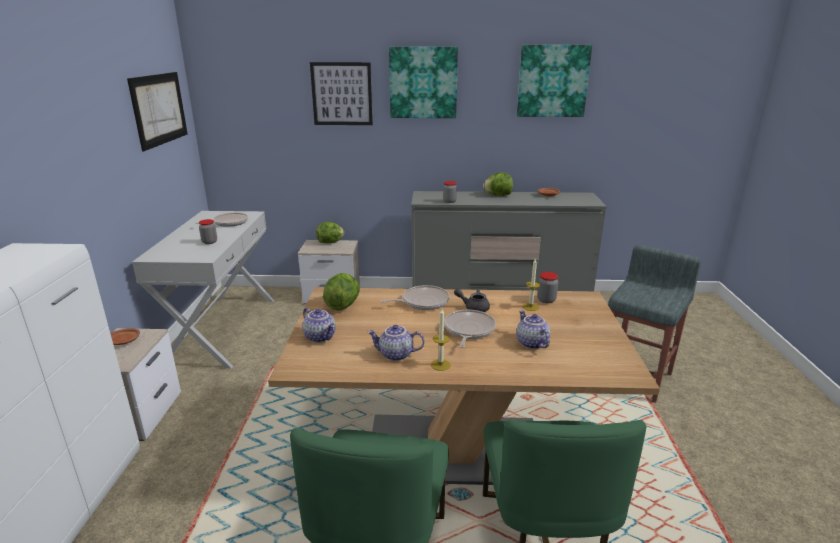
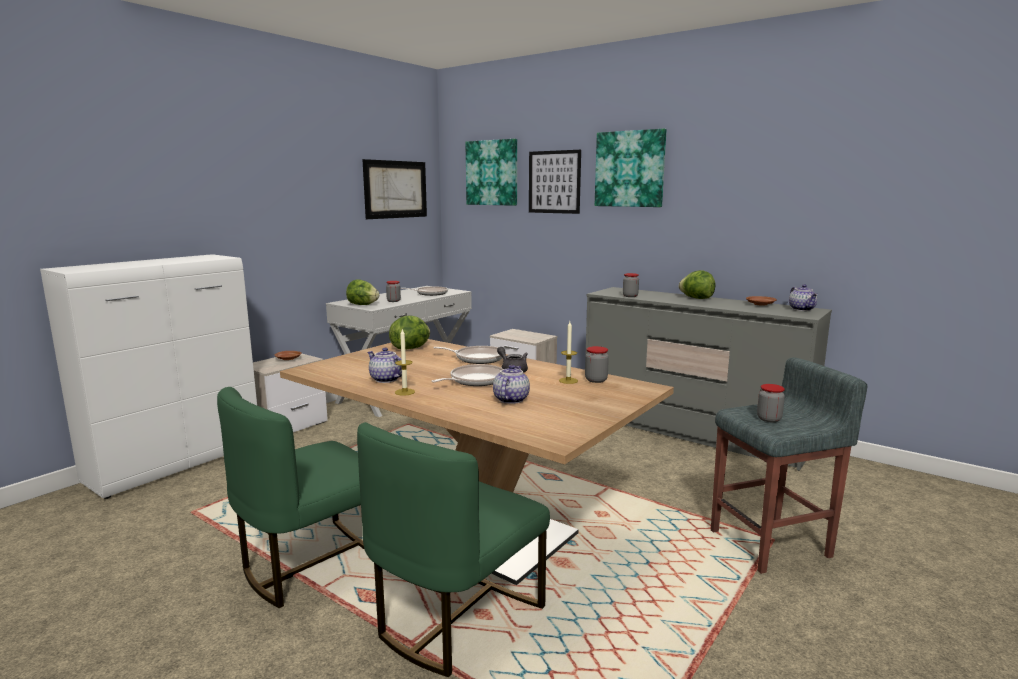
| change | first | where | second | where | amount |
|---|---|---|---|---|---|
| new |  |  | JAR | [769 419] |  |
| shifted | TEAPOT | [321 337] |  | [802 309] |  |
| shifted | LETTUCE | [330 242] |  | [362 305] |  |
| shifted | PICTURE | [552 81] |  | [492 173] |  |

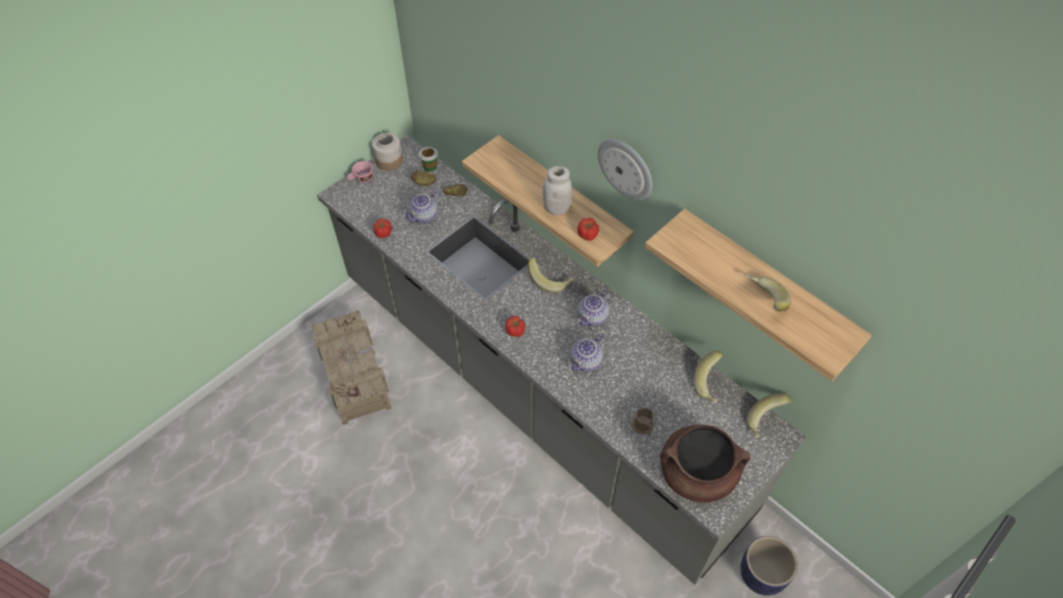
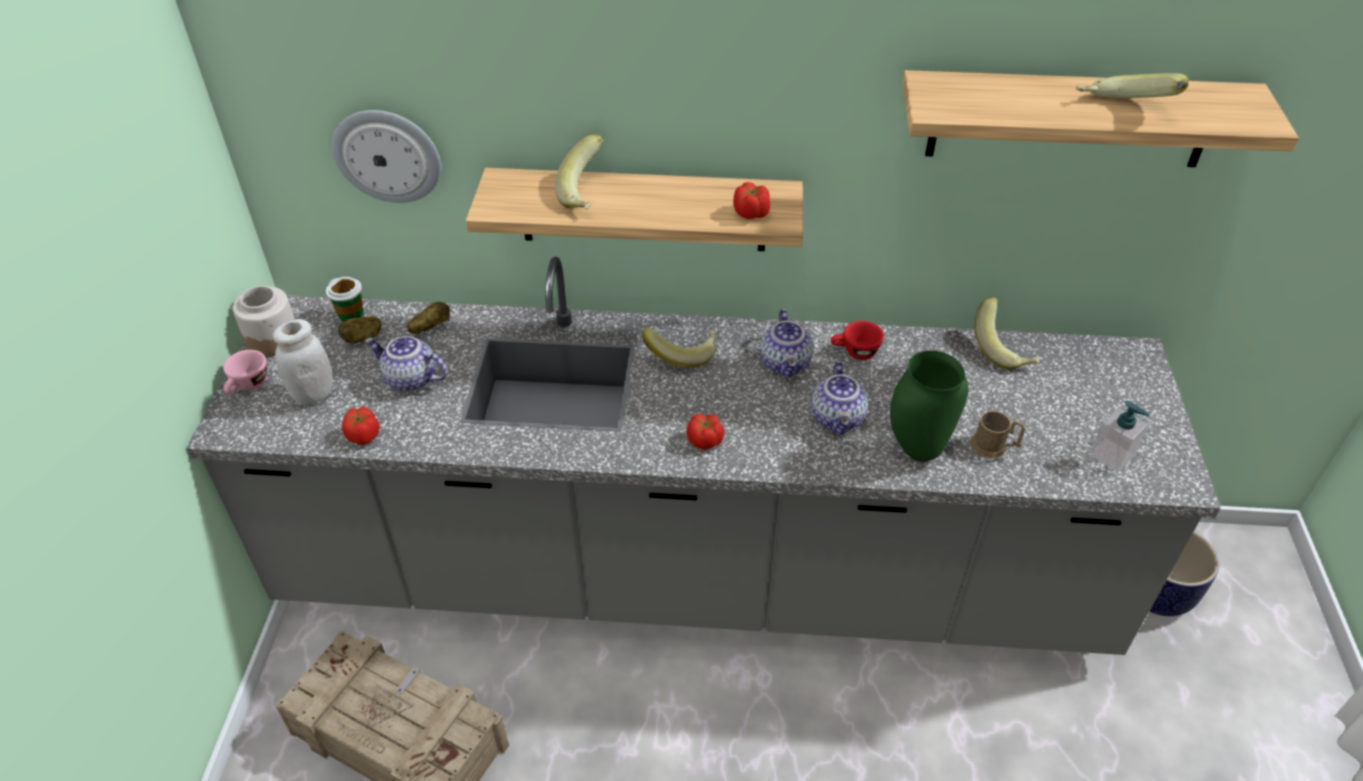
| change | first | where | second | where | amount |
|---|---|---|---|---|---|
| new |  |  | RED CUP | [855 352] |  |
| new |  |  | GREEN VASE | [917 451] |  |
| shifted | WHITE JAR | [556 208] |  | [313 394] |  |
| shifted | WALL CLOCK | [626 168] |  | [387 155] |  |
| shifted | BANANA | [766 421] |  | [587 193] |  |
| swapped | BROWN COOKING POT | [697 474] | SOAP DISPENSER | [1112 455] |  |
| rotated | TEAPOT | [424 217] |  | [410 379] | 105 degrees clockwise |

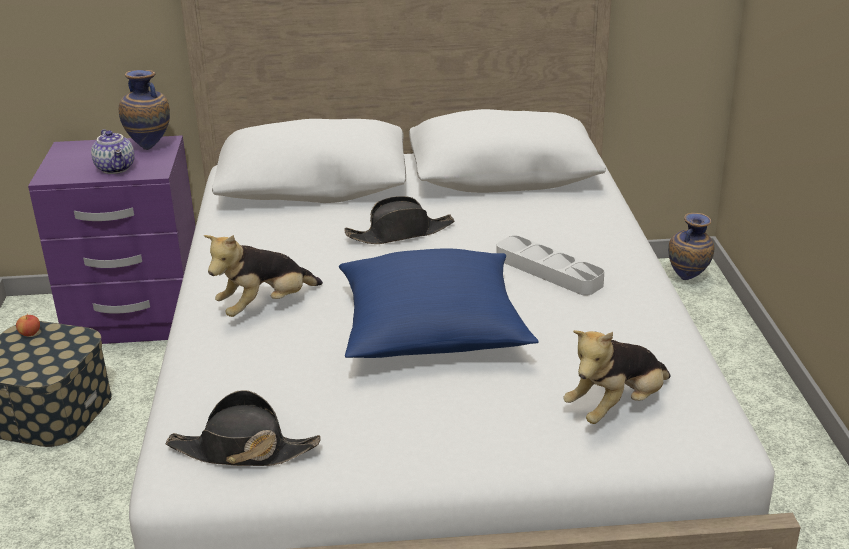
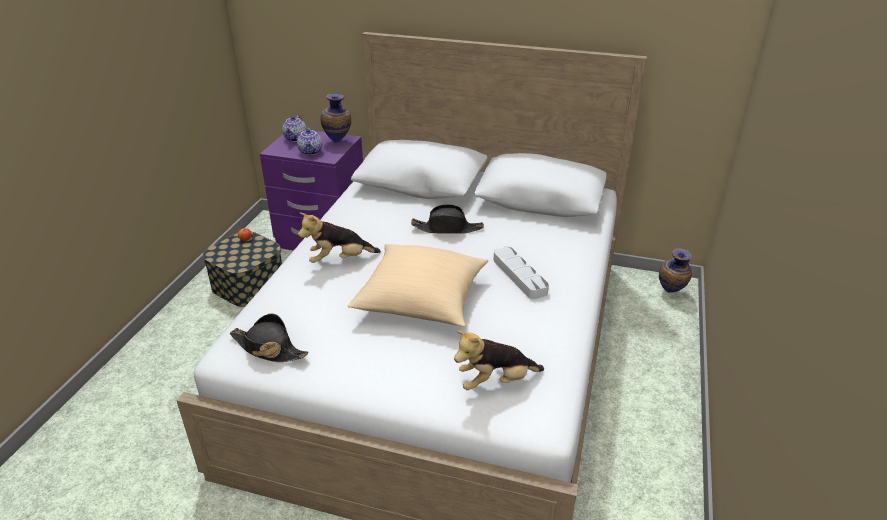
| change | first | where | second | where | amount |
|---|---|---|---|---|---|
| new |  |  | TEAPOT | [296 138] |  |
| repainted | BLUE PILLOW | [432 330] | BEIGE PILLOW | [421 299] |  |

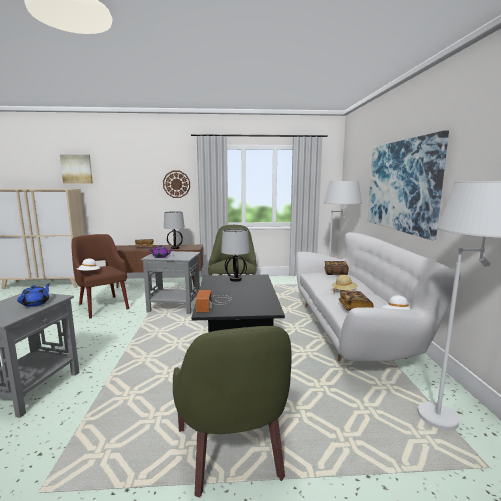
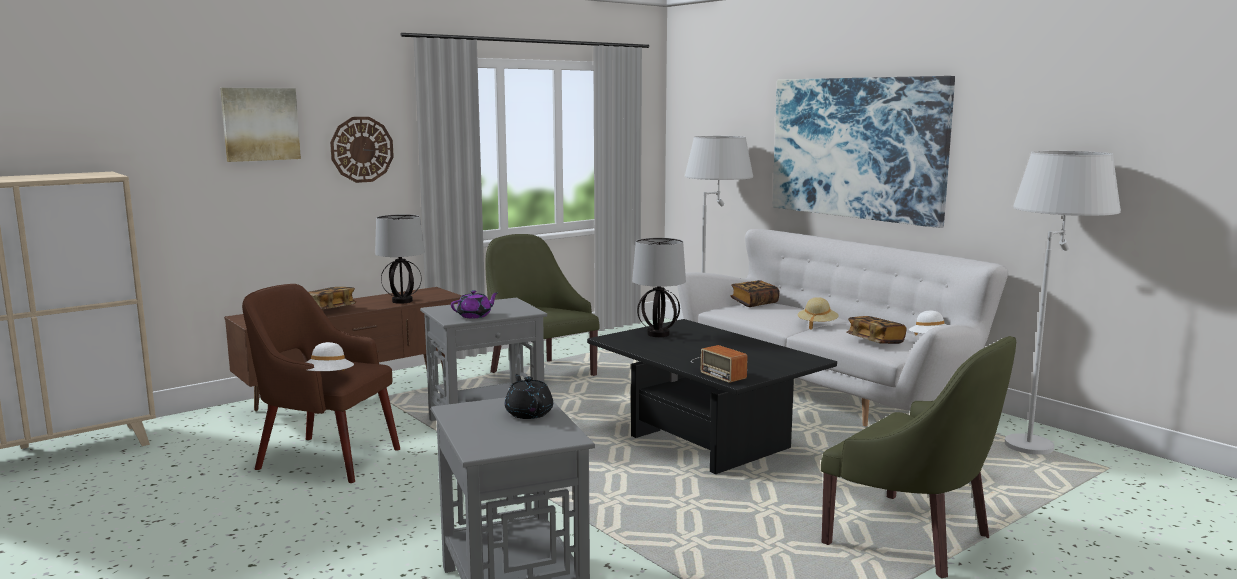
| change | first | where | second | where | amount |
|---|---|---|---|---|---|
| shifted | PICTURE | [77 169] |  | [260 124] |  |
| repainted | BLUE TEAPOT | [36 303] | BLACK TEAPOT | [529 413] |  |

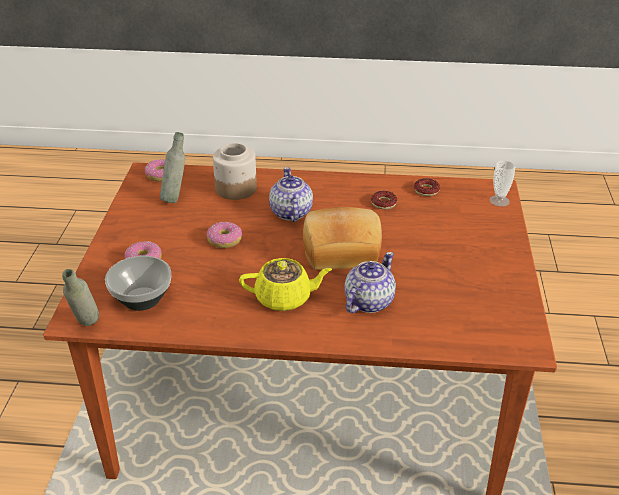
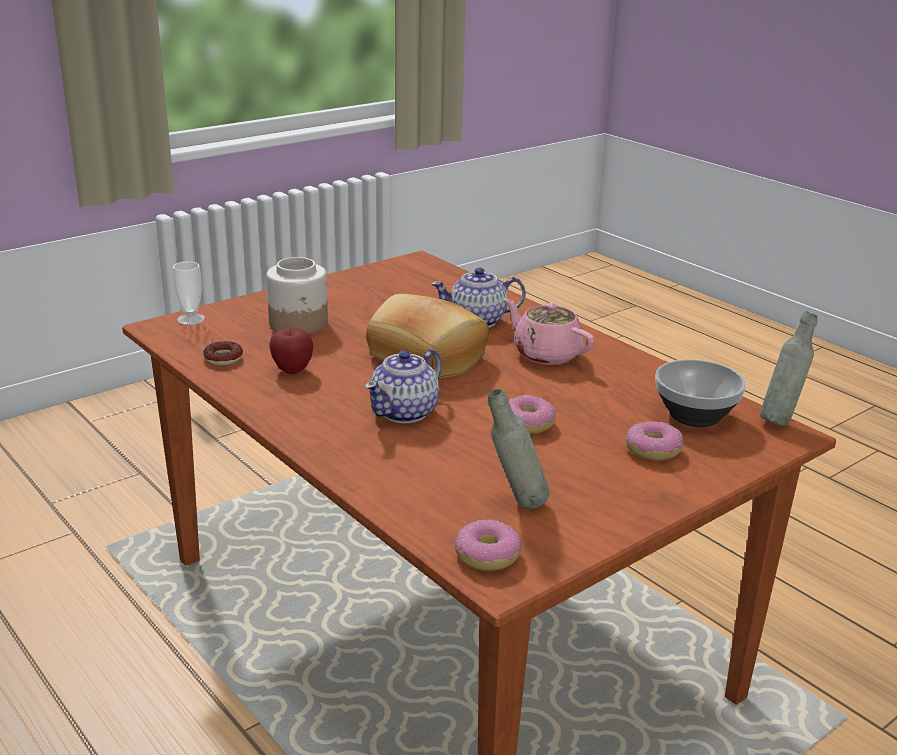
| change | first | where | second | where | amount |
|---|---|---|---|---|---|
| shifted | JAR | [235 189] |  | [299 323] |  |
| swapped | DONUT | [384 203] | APPLE | [292 370] |  |
| repainted | YELLOW TEAPOT | [284 298] | PINK TEAPOT | [546 354] |  |

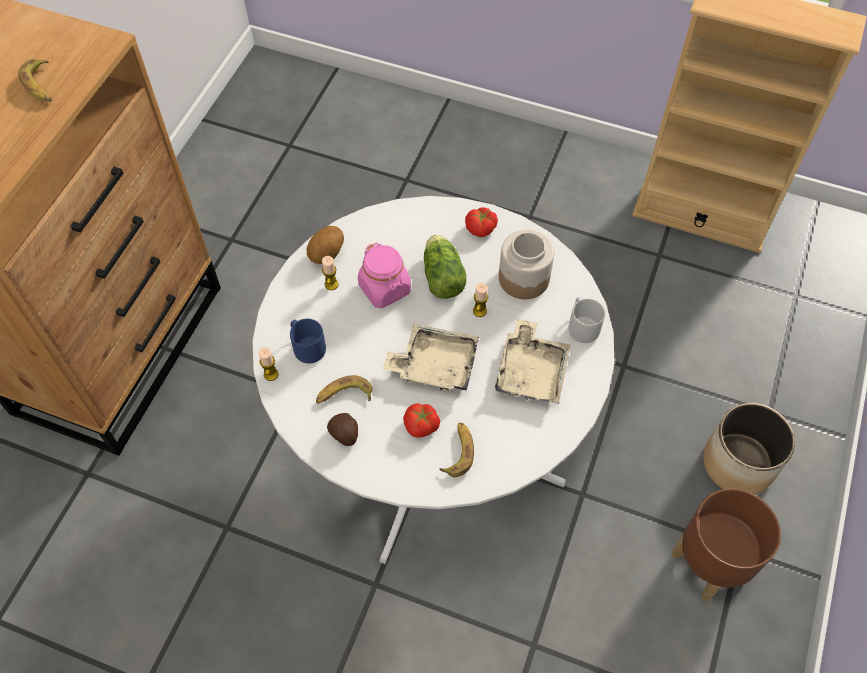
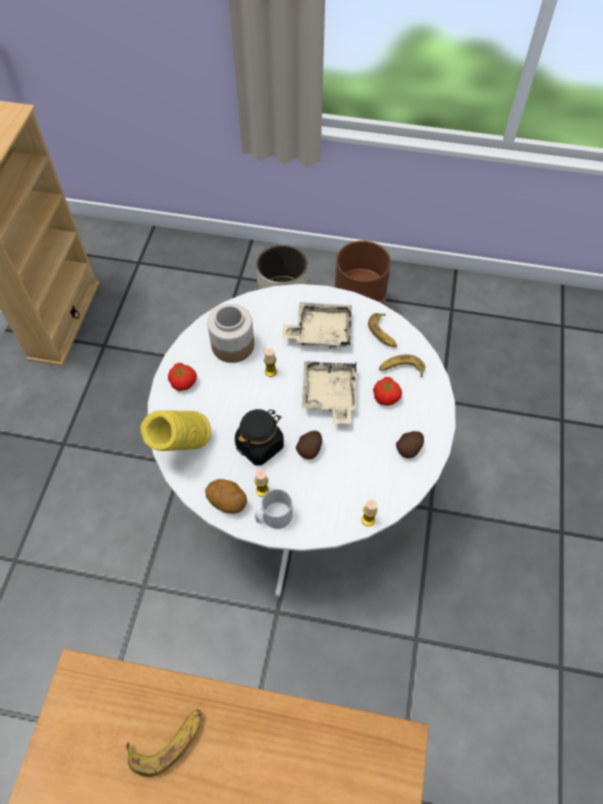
| change | first | where | second | where | amount |
|---|---|---|---|---|---|
| gone | BLUE MUG | [307 347] |  |  |  |
| gone | LETTUCE | [442 275] |  |  |  |
| new |  |  | YELLOW VASE | [183 448] |  |
| new |  |  | POTATO | [310 449] |  |
| shifted | BANANA | [344 395] |  | [383 333] |  |
| shifted | GREY MUG | [582 326] |  | [273 517] |  |
| repainted | PINK JAR | [385 289] | BLACK JAR | [260 445] |  |

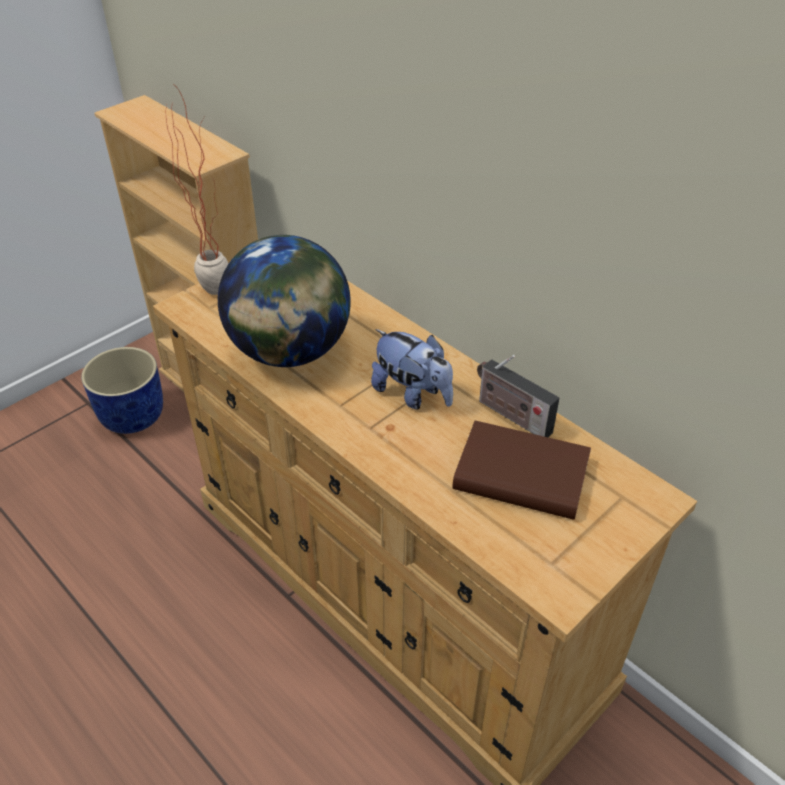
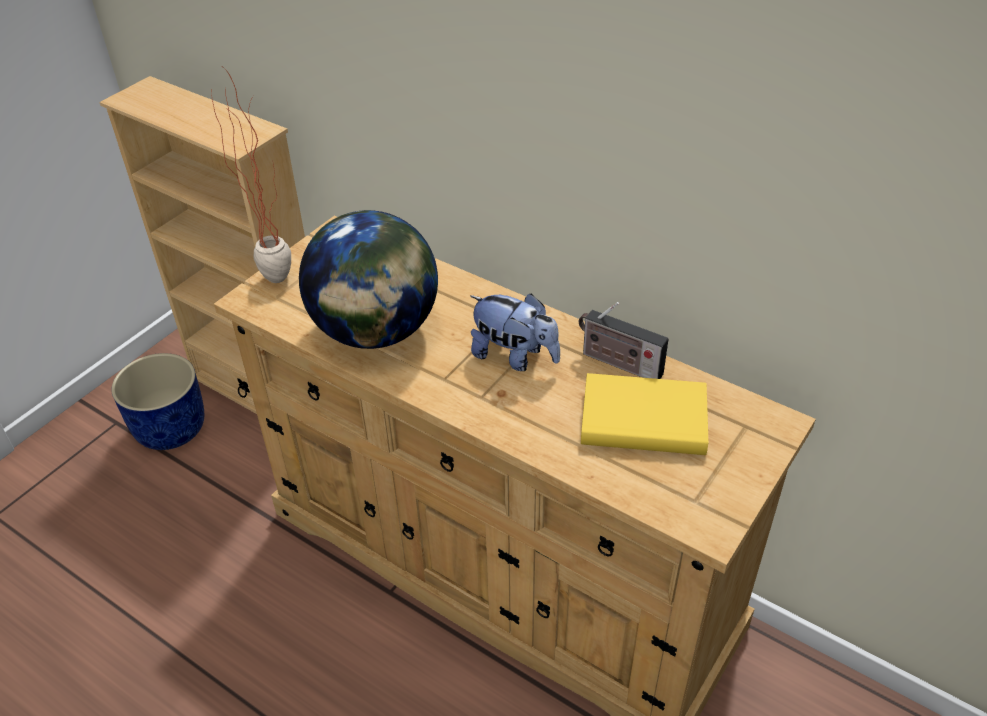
| change | first | where | second | where | amount |
|---|---|---|---|---|---|
| repainted | BROWN BOOK | [521 475] | YELLOW BOOK | [643 421] |  |

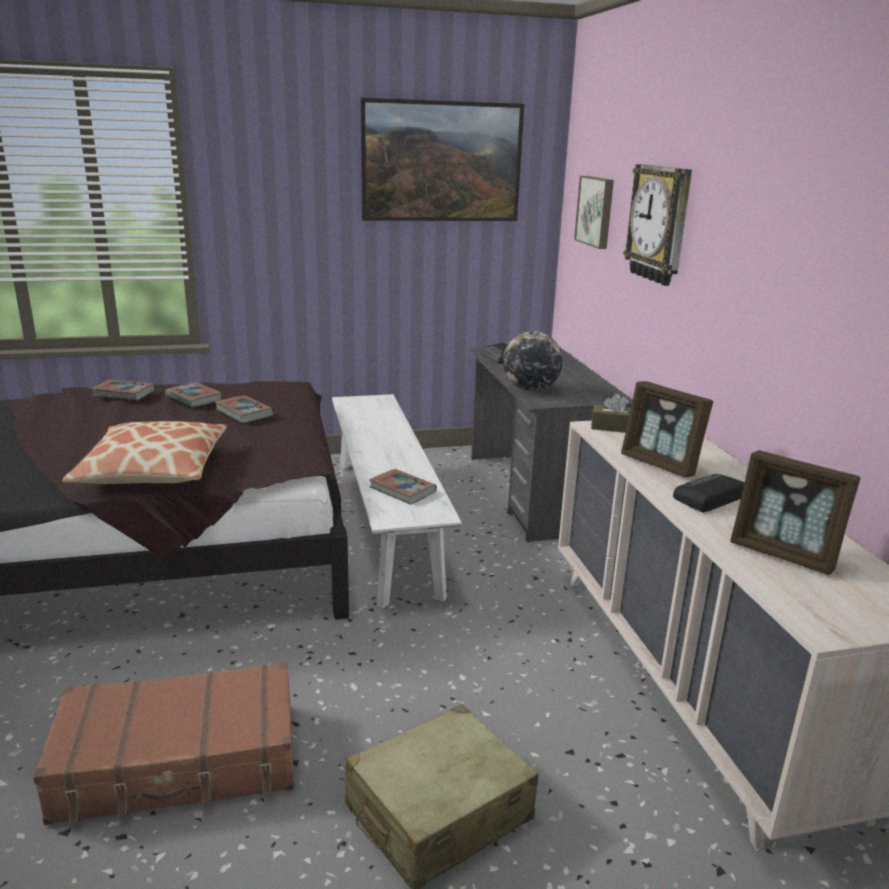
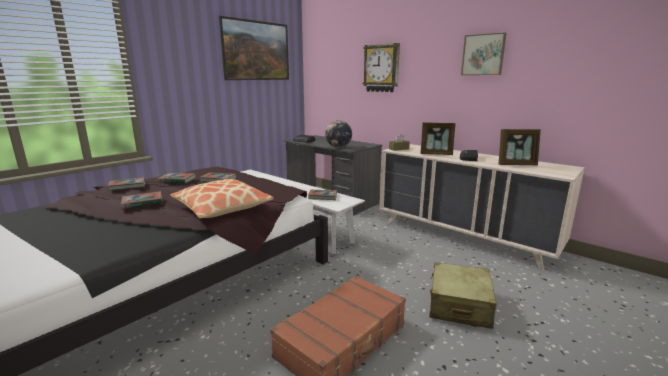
| change | first | where | second | where | amount |
|---|---|---|---|---|---|
| new |  |  | BOOK | [142 203] |  |
| shifted | PICTURE | [596 211] |  | [483 55] |  |

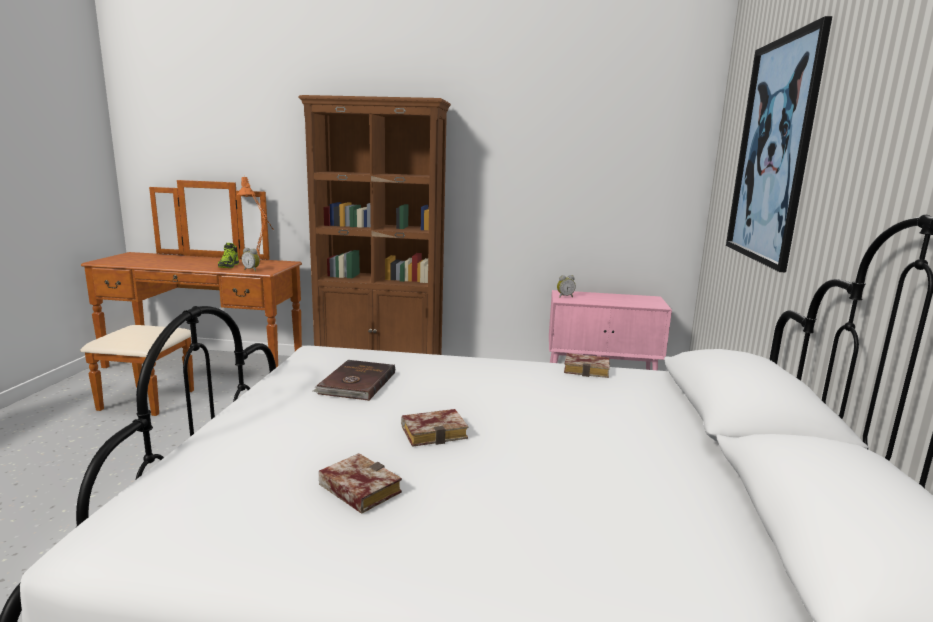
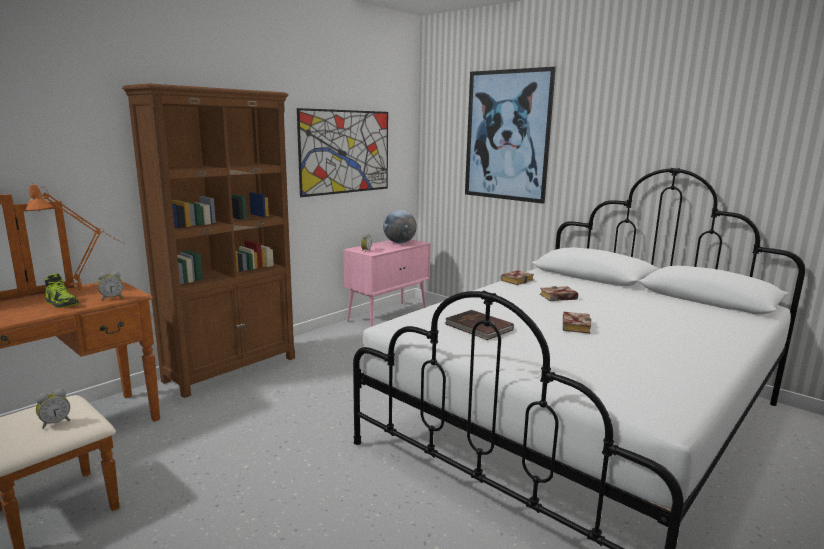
| change | first | where | second | where | amount |
|---|---|---|---|---|---|
| new |  |  | ALARM CLOCK | [55 423] |  |
| new |  |  | PICTURE | [346 152] |  |
| new |  |  | GLOBE | [399 243] |  |
| shifted | BOOK | [356 489] |  | [557 297] |  |

